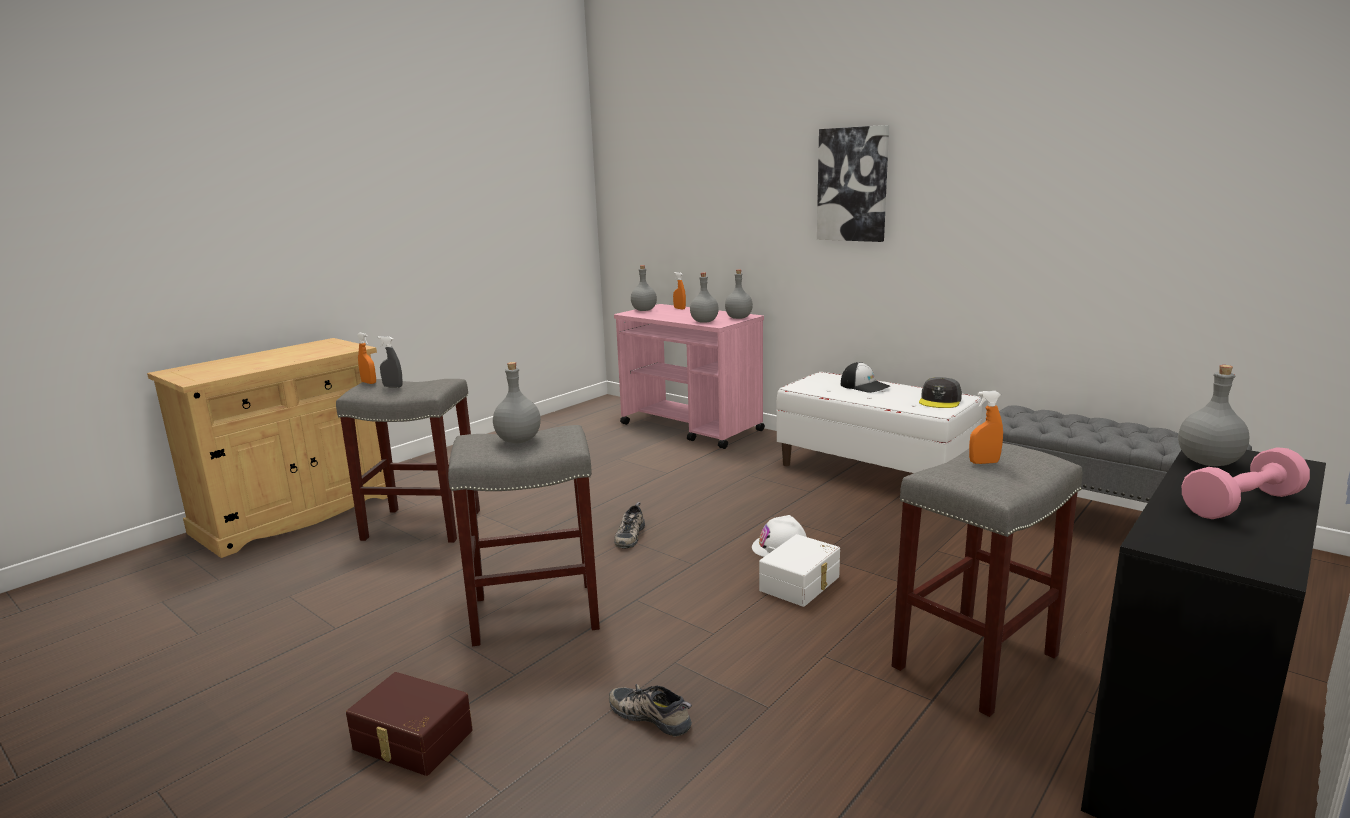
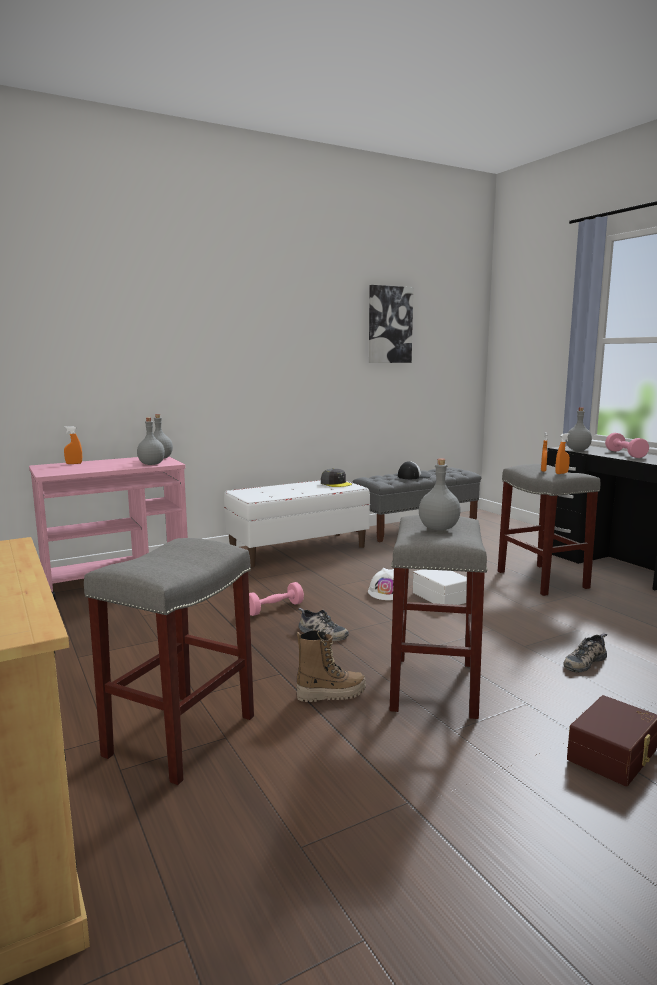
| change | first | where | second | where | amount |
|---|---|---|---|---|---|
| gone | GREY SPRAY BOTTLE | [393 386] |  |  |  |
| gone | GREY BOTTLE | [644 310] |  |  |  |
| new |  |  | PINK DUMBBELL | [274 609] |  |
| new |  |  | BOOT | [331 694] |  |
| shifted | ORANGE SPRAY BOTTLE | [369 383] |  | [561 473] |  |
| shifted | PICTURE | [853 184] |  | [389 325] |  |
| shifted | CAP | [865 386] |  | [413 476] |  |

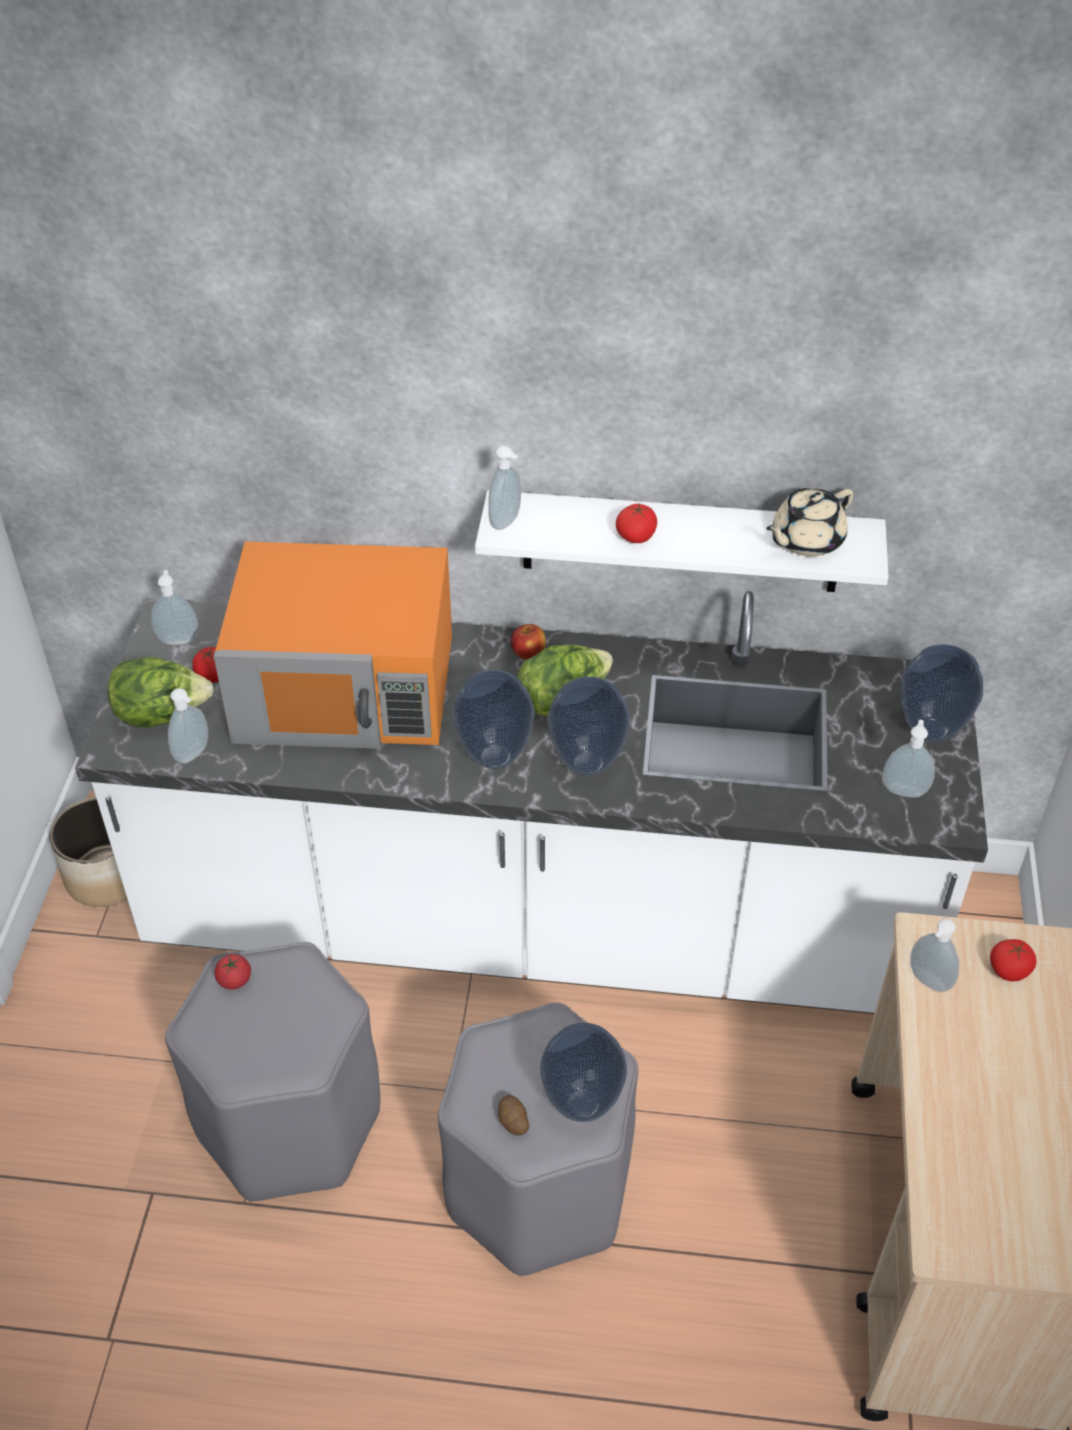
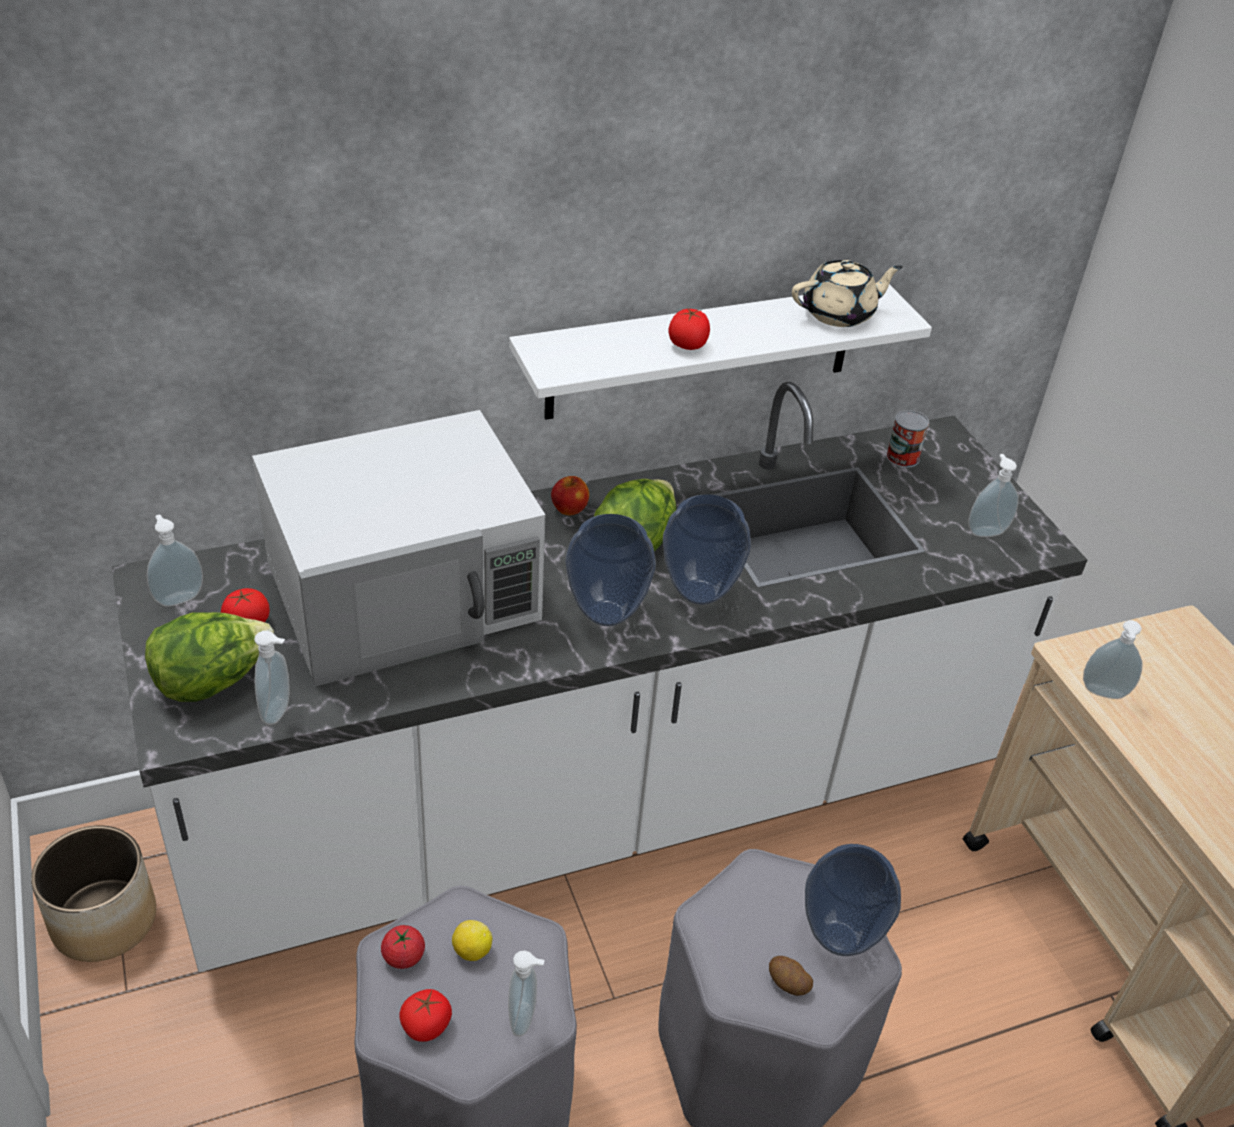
| change | first | where | second | where | amount |
|---|---|---|---|---|---|
| gone | VASE | [931 731] |  |  |  |
| new |  |  | LEMON | [471 951] |  |
| new |  |  | CAN | [902 457] |  |
| shifted | SOAP DISPENSER | [507 522] |  | [525 1018] |  |
| shifted | TOMATO | [1009 970] |  | [426 1025] |  |
| repainted | ORANGE MICROWAVE | [347 686] | WHITE MICROWAVE | [405 592] |  |
| rotated | BEIGE TEAPOT | [806 540] |  | [839 314] | 135 degrees counterclockwise |

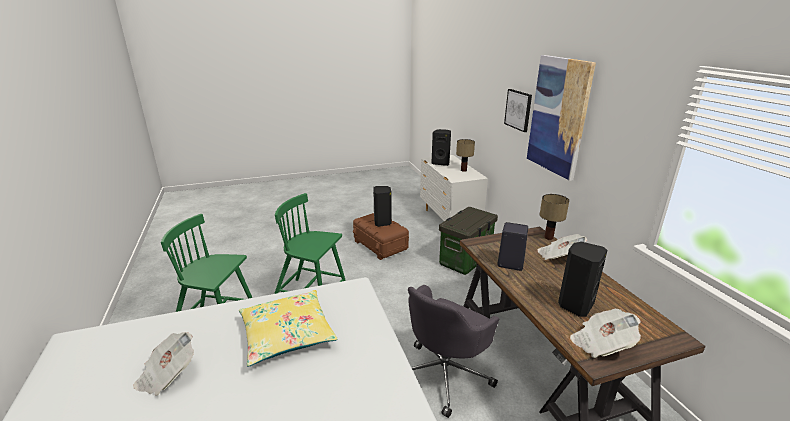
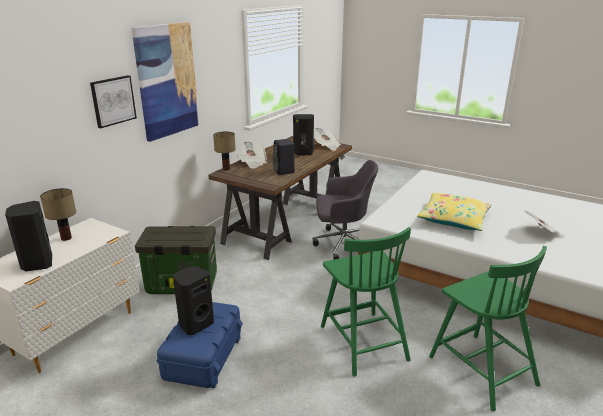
| change | first | where | second | where | amount |
|---|---|---|---|---|---|
| repainted | BROWN STORAGE BOX | [380 245] | BLUE STORAGE BOX | [203 357] |  |

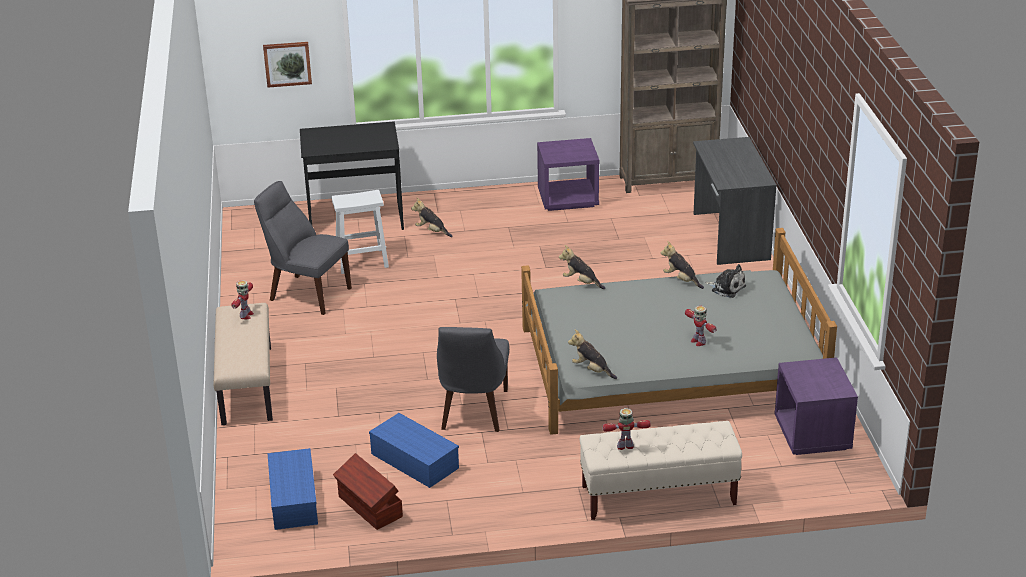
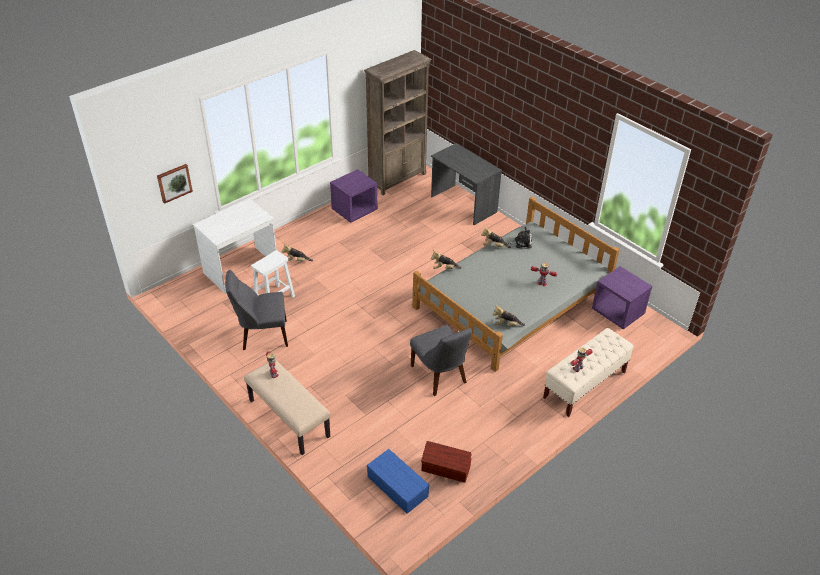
| change | first | where | second | where | amount |
|---|---|---|---|---|---|
| gone | BLUE STORAGE BOX | [413 461] |  |  |  |
| repainted | BLACK DESK | [355 219] | WHITE DESK | [241 270] |  |

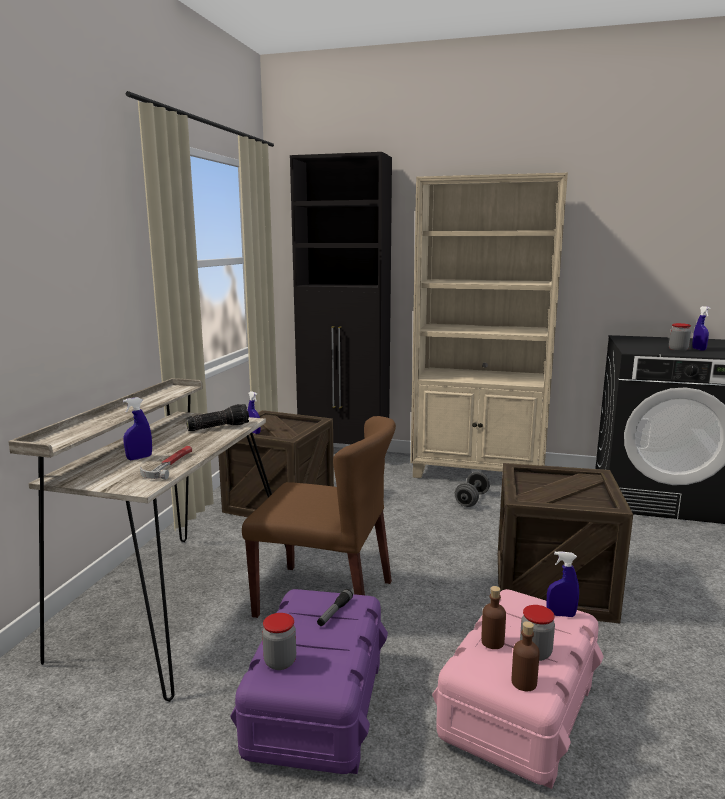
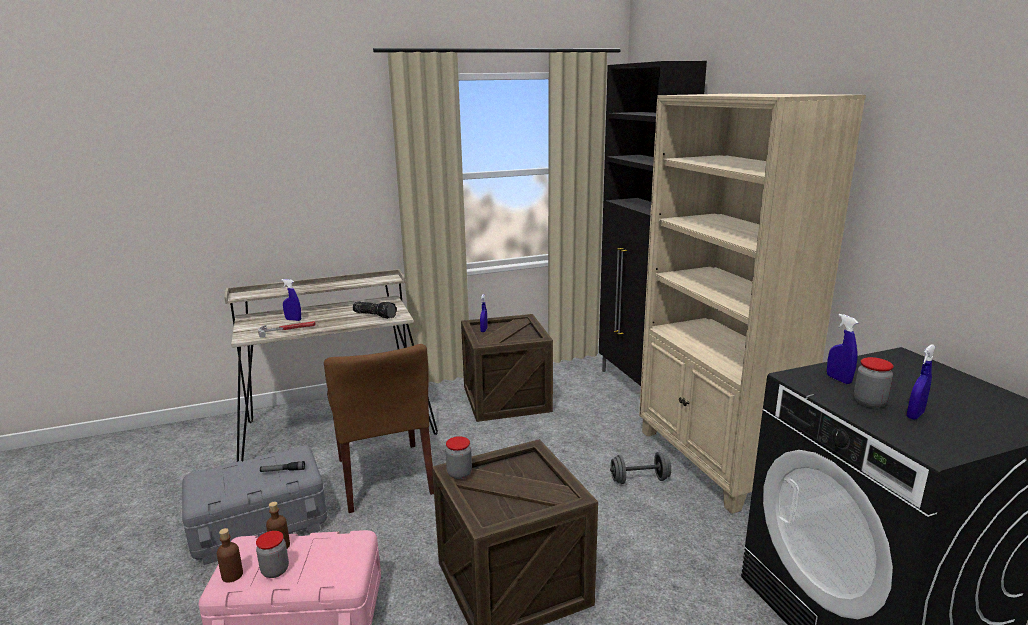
| change | first | where | second | where | amount |
|---|---|---|---|---|---|
| shifted | JAR | [280 662] |  | [459 473] |  |
| shifted | BLUE SPRAY BOTTLE | [561 614] |  | [838 379] |  |
| repainted | PURPLE STORAGE BOX | [316 705] | GREY STORAGE BOX | [260 523] |  |

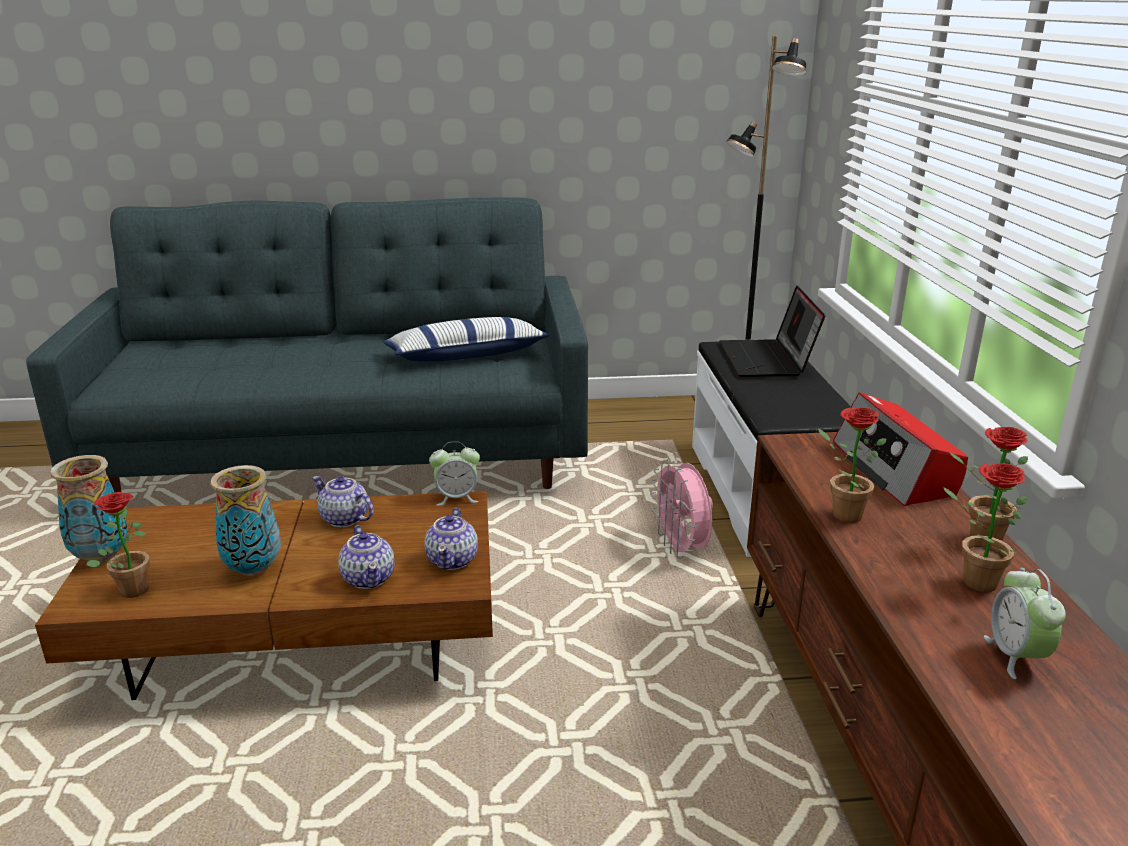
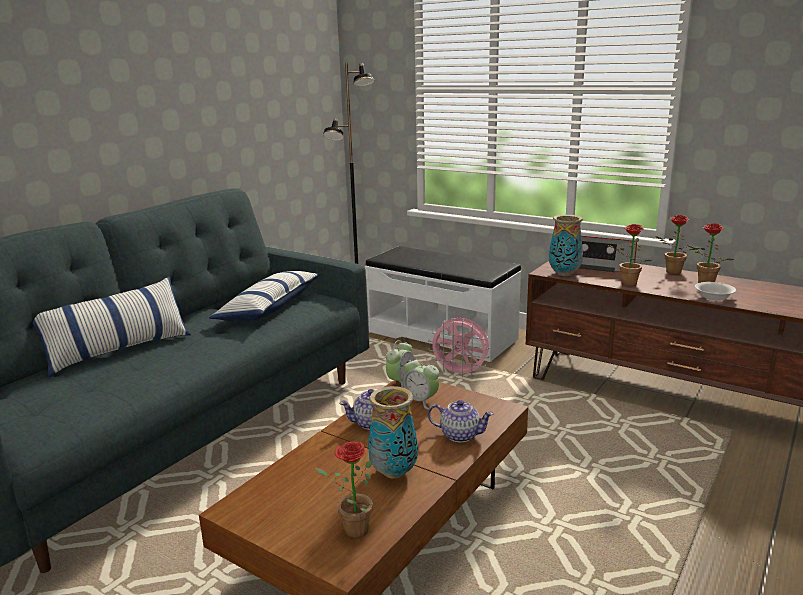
| change | first | where | second | where | amount |
|---|---|---|---|---|---|
| gone | TEAPOT | [453 560] |  |  |  |
| gone | LAPTOP | [767 360] |  |  |  |
| new |  |  | PILLOW | [118 350] |  |
| new |  |  | WHITE BOWL | [714 297] |  |
| shifted | VASE | [101 557] |  | [564 274] |  |
| shifted | ALARM CLOCK | [1016 656] |  | [421 401] |  |

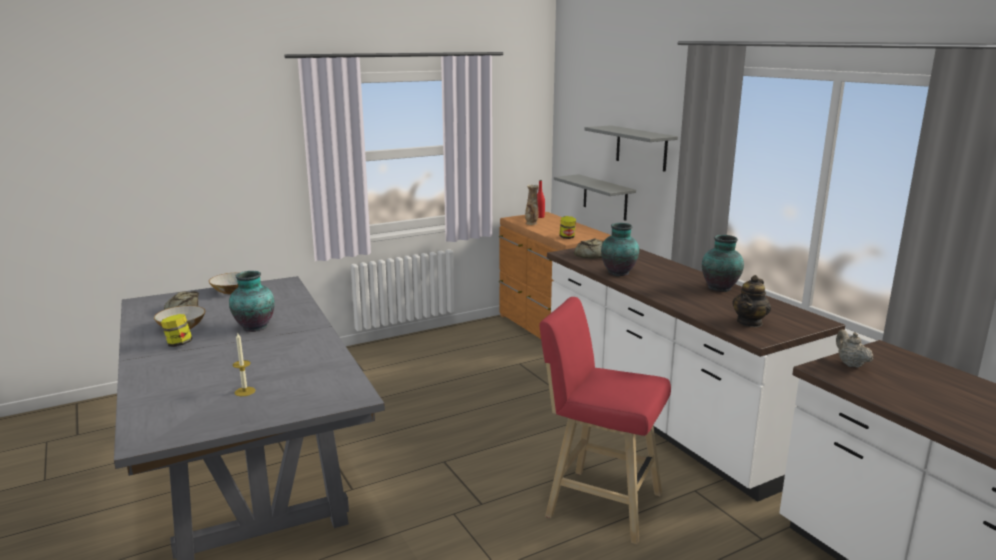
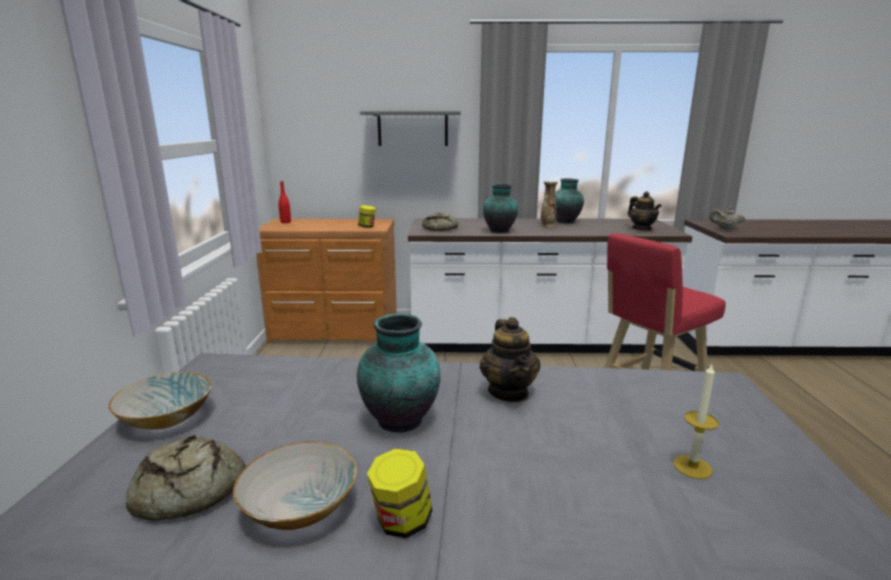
| change | first | where | second | where | amount |
|---|---|---|---|---|---|
| gone | GREY SHELF | [605 197] |  |  |  |
| new |  |  | TEAPOT | [509 392] |  |
| shifted | VASE | [531 223] |  | [547 225] |  |

